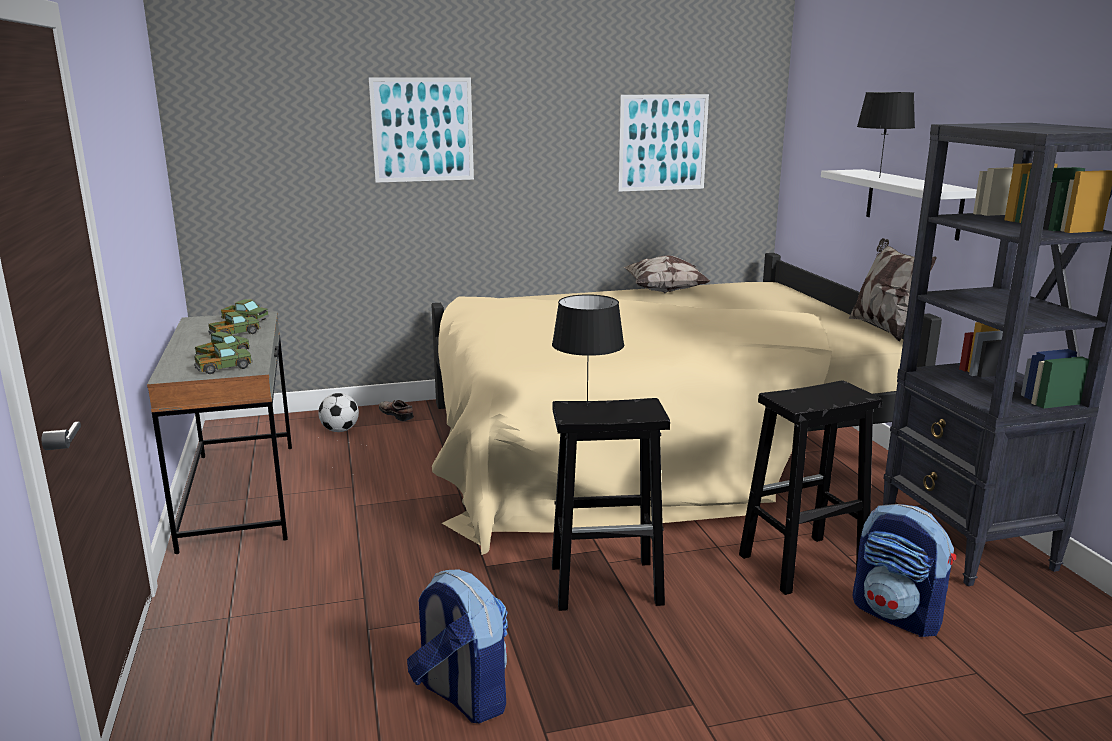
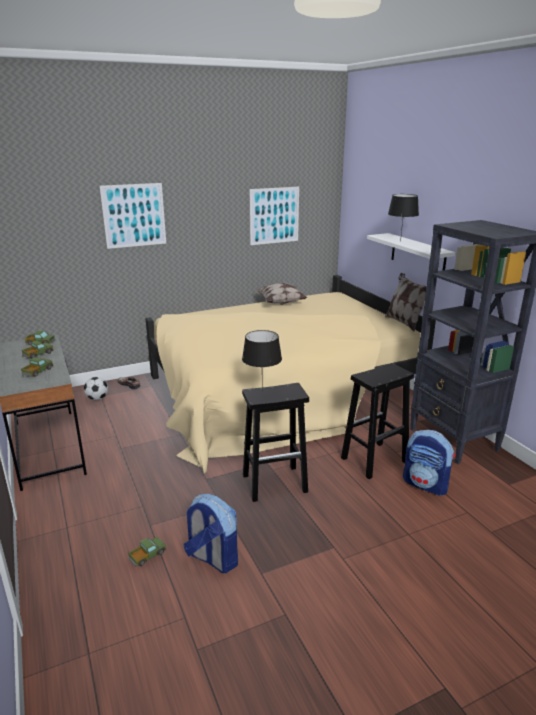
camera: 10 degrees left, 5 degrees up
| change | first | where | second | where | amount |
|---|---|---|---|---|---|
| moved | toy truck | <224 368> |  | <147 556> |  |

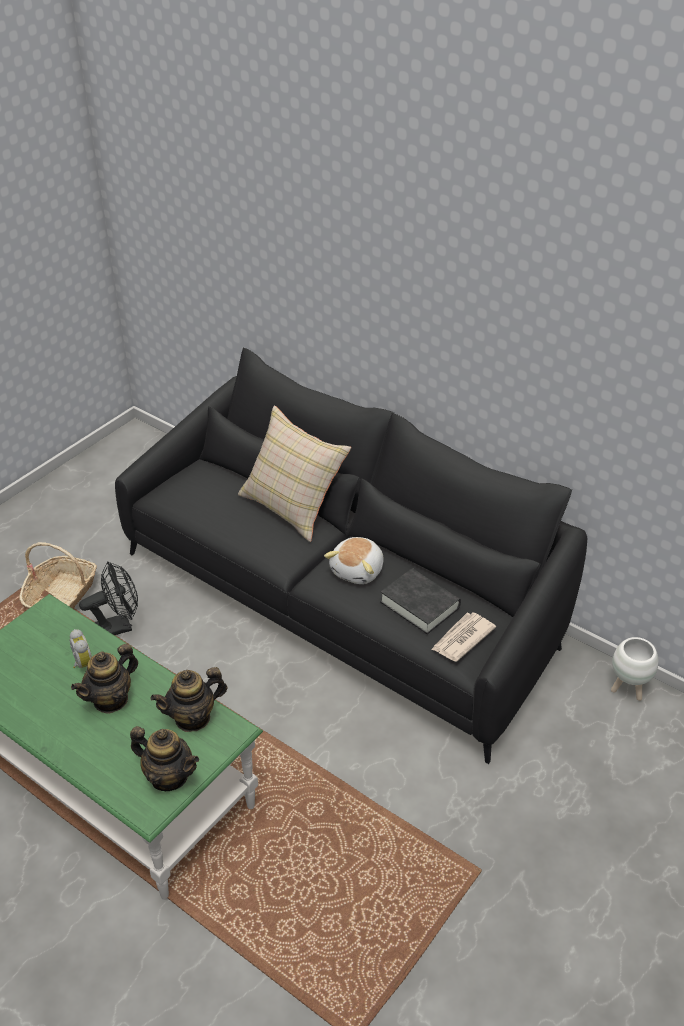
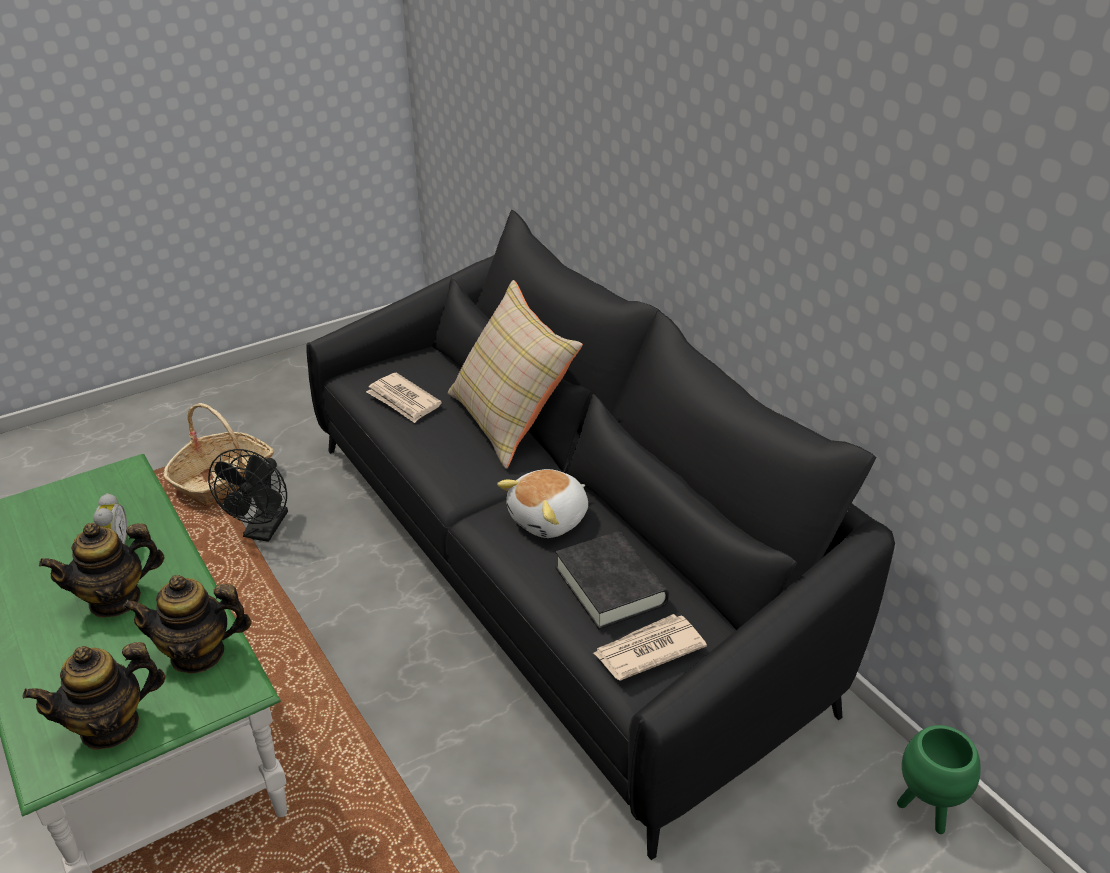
camera: 20 degrees right, 5 degrees down
| change | first | where | second | where | amount |
|---|---|---|---|---|---|
| turned | teapot | <169 776> |  | <110 726> | 105 degrees clockwise |
| turned | black fan | <118 626> |  | <263 531> | 105 degrees clockwise |
| added |  |  | newspaper | <403 401> |  |
| recoloured | white planter | <628 690> | green planter | <926 811> |  |

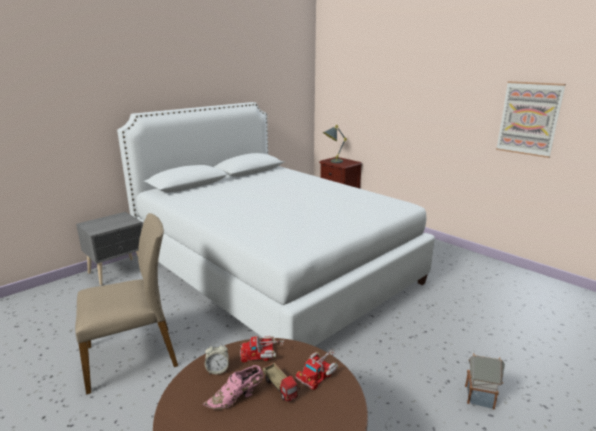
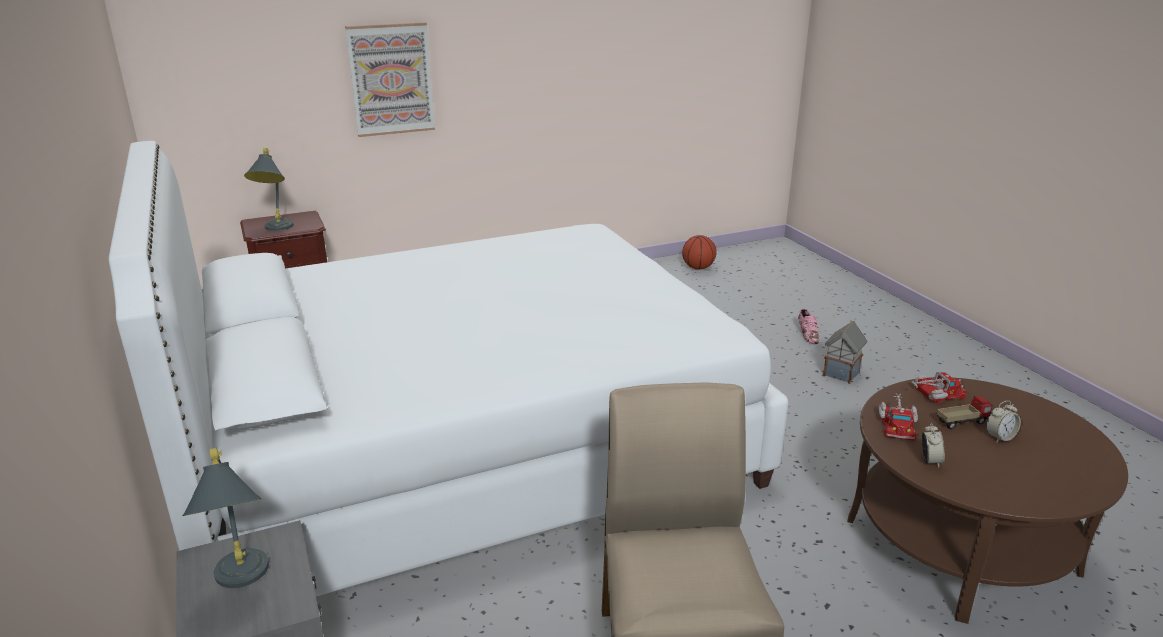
camera: 70 degrees left, 5 degrees up
| change | first | where | second | where | amount |
|---|---|---|---|---|---|
| added |  |  | grey table lamp | <241 583> |  |
| moved | picture | <529 118> |  | <391 79> |  |
| added |  |  | basketball | <698 268> |  |
| moved | pink shoe | <237 398> |  | <807 335> |  |
| turned | toy truck | <318 373> |  | <934 395> | 75 degrees counterclockwise |
| added |  |  | alarm clock | <999 437> |  |

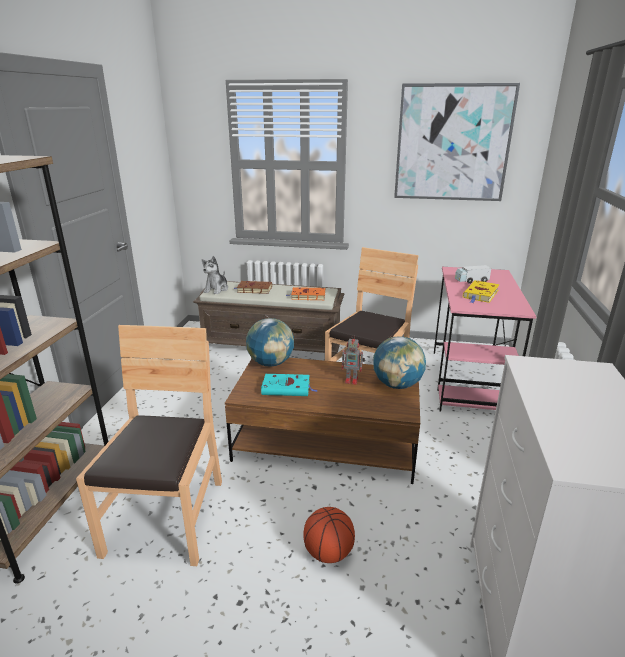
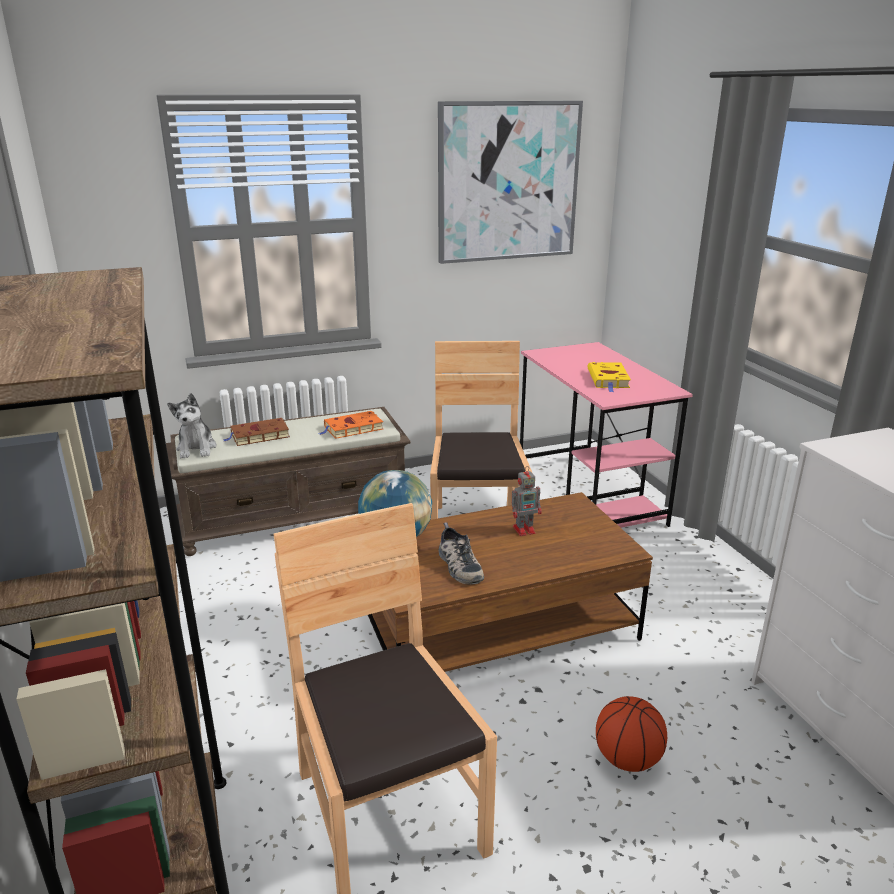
camera: 30 degrees left, 0 degrees up
| change | first | where | second | where | amount |
|---|---|---|---|---|---|
| replaced | turquoise book | <287 388> | shoe | <458 565> |  |
| removed | globe | <397 385> |  |  |  |
| removed | toy truck | <471 281> |  |  |  |

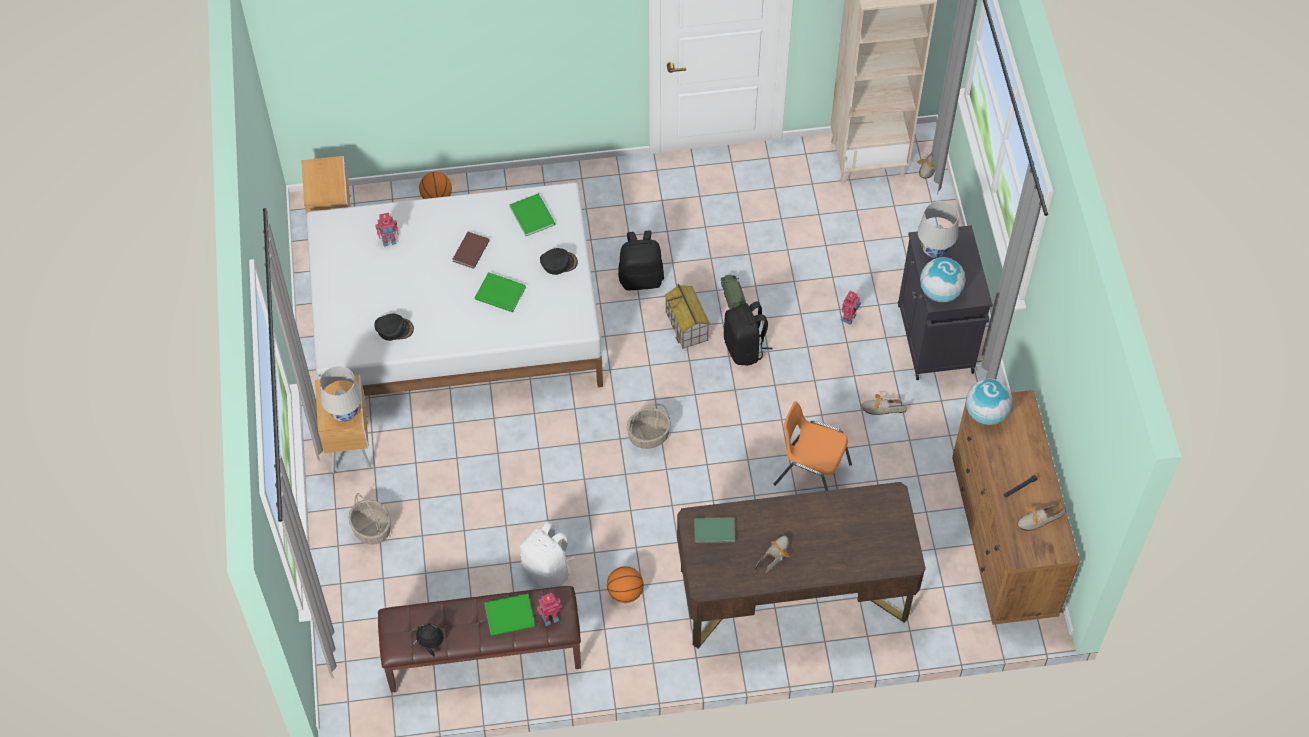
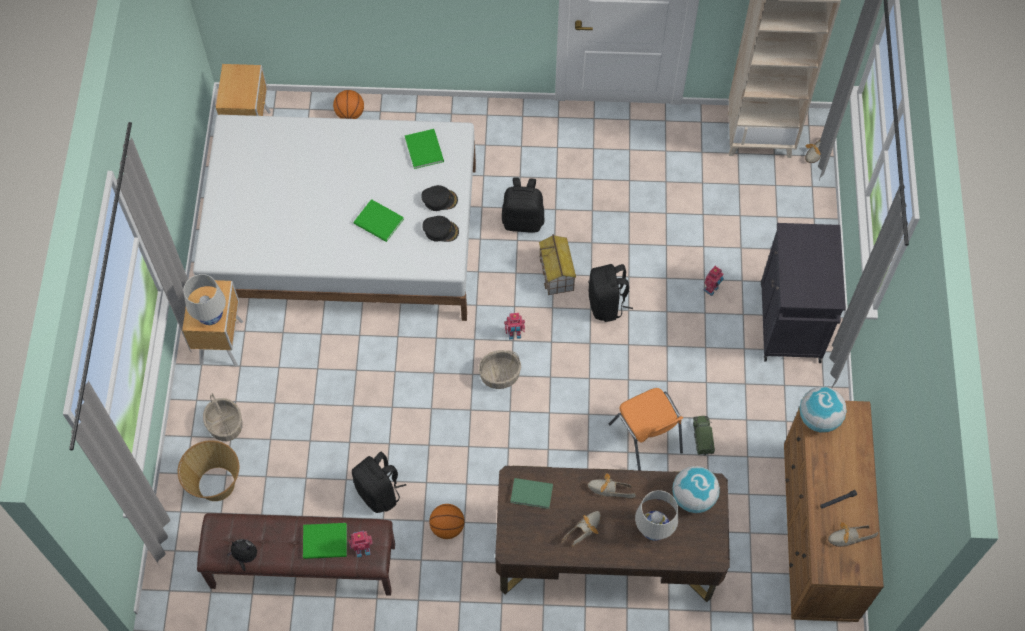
camera: 10 degrees right, 5 degrees up
| change | first | where | second | where | amount |
|---|---|---|---|---|---|
| added |  |  | basket | <215 484> |  |
| recoloured | white backpack | <547 570> | black backpack | <379 492> |  |
| moved | black cap | <394 329> |  | <440 230> |  |
| moved | toy robot | <389 241> |  | <514 335> |  |
| moved | shoe | <880 408> |  | <608 489> |  |
| turned | orange chair | <811 474> |  | <646 439> | 150 degrees counterclockwise |
| moved | white table lamp | <934 249> |  | <654 528> |  |
| moved | globe | <940 292> |  | <693 497> |  |
| moved | toy truck | <732 295> |  | <702 437> |  |
| removed | brown book | <470 251> |  |  |  |

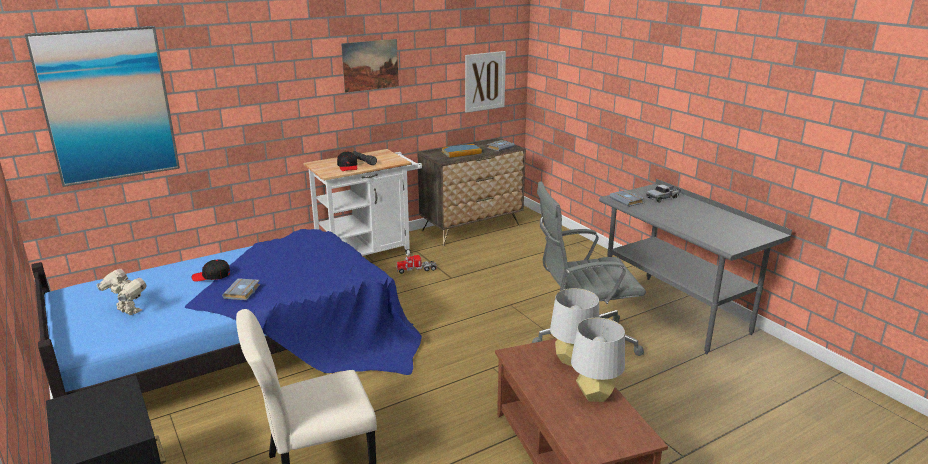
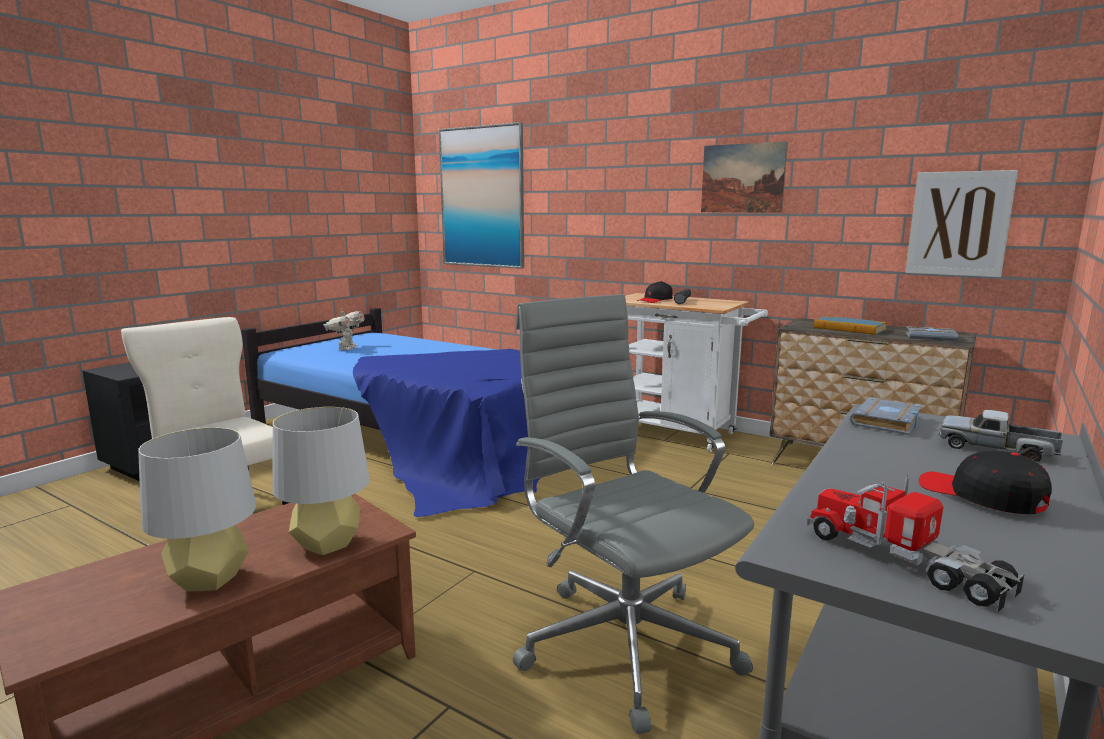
camera: 65 degrees right, 10 degrees down
| change | first | where | second | where | amount |
|---|---|---|---|---|---|
| moved | toy truck | <416 269> |  | <905 561> |  |
| moved | black cap | <211 276> |  | <981 496> |  |
| removed | grey book | <243 292> |  |  |  |

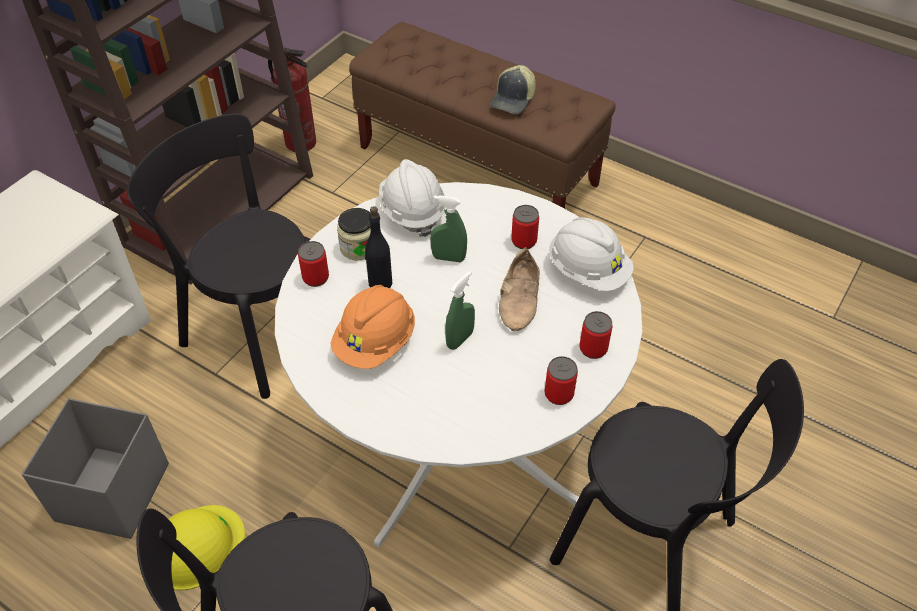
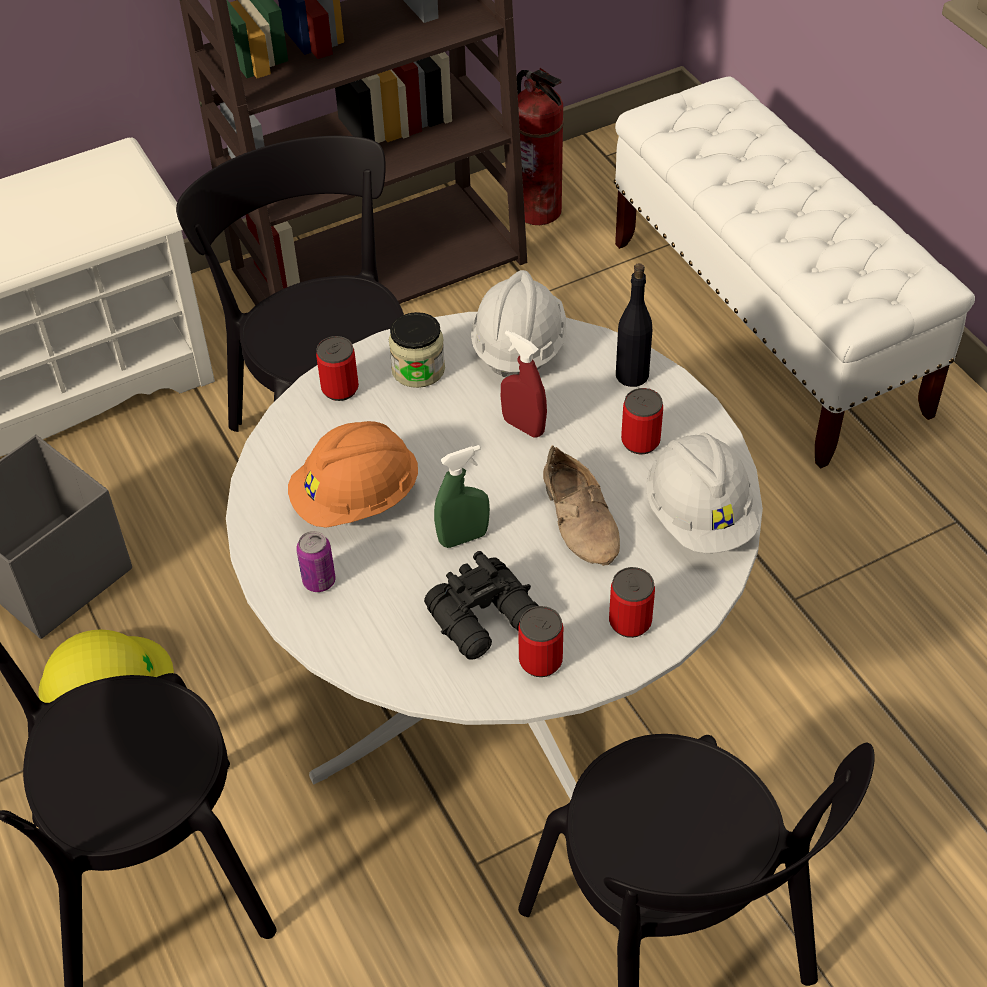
camera: 30 degrees right, 0 degrees up
| change | first | where | second | where | amount |
|---|---|---|---|---|---|
| added |  |  | can | <319 581> |  |
| added |  |  | black binoculars | <486 618> |  |
| recoloured | green spray bottle | <448 258> | red spray bottle | <523 426> |  |
| turned | beige shoe | <522 299> |  | <582 518> | 60 degrees counterclockwise |
| recoloured | brown bench | <478 167> | white bench | <766 328> |  |
| moved | black bottle | <380 283> |  | <631 375> |  |
| removed | cap | <514 99> |  |  |  |

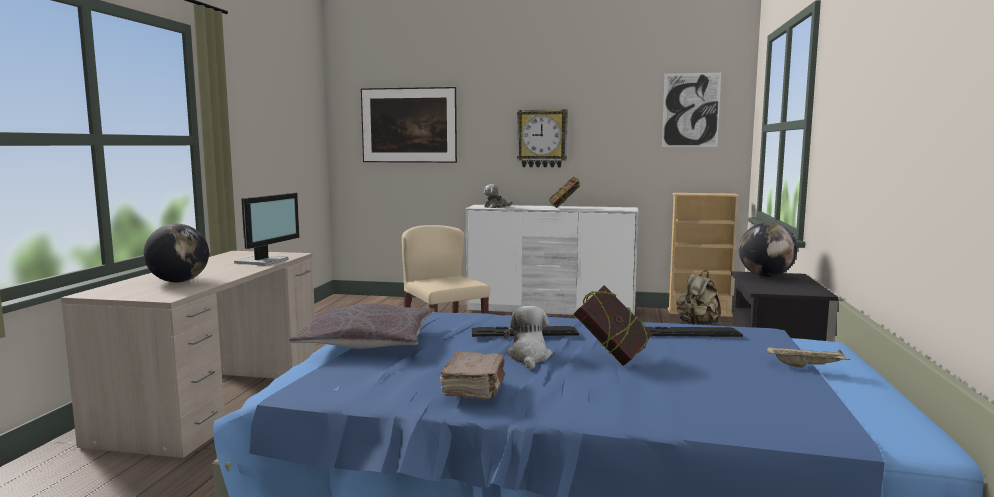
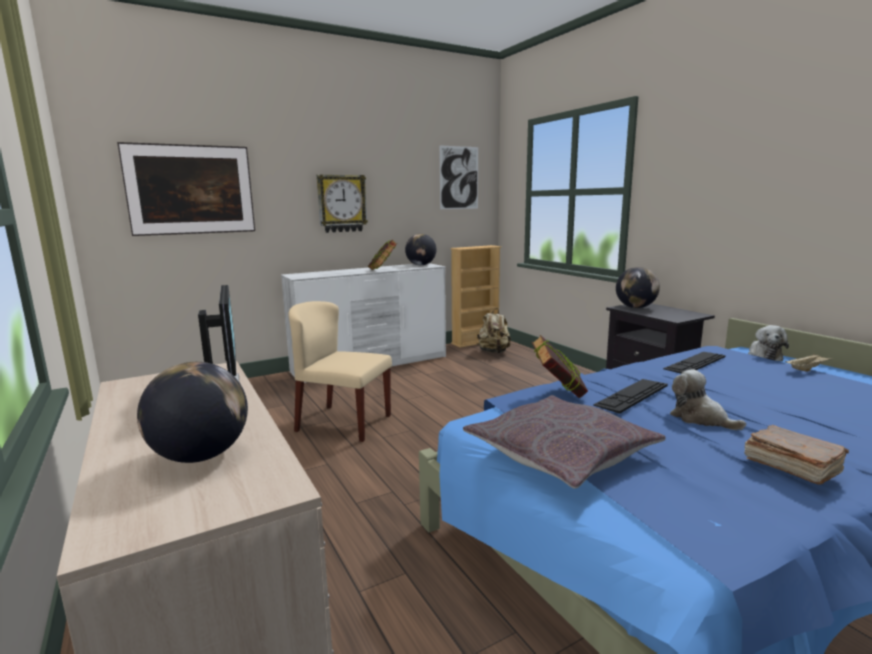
camera: 40 degrees left, 5 degrees up
| change | first | where | second | where | amount |
|---|---|---|---|---|---|
| added |  |  | globe | <421 265> |  |
| moved | book | <612 357> |  | <558 393> |  |
| moved | plush toy | <496 207> |  | <764 355> |  |

